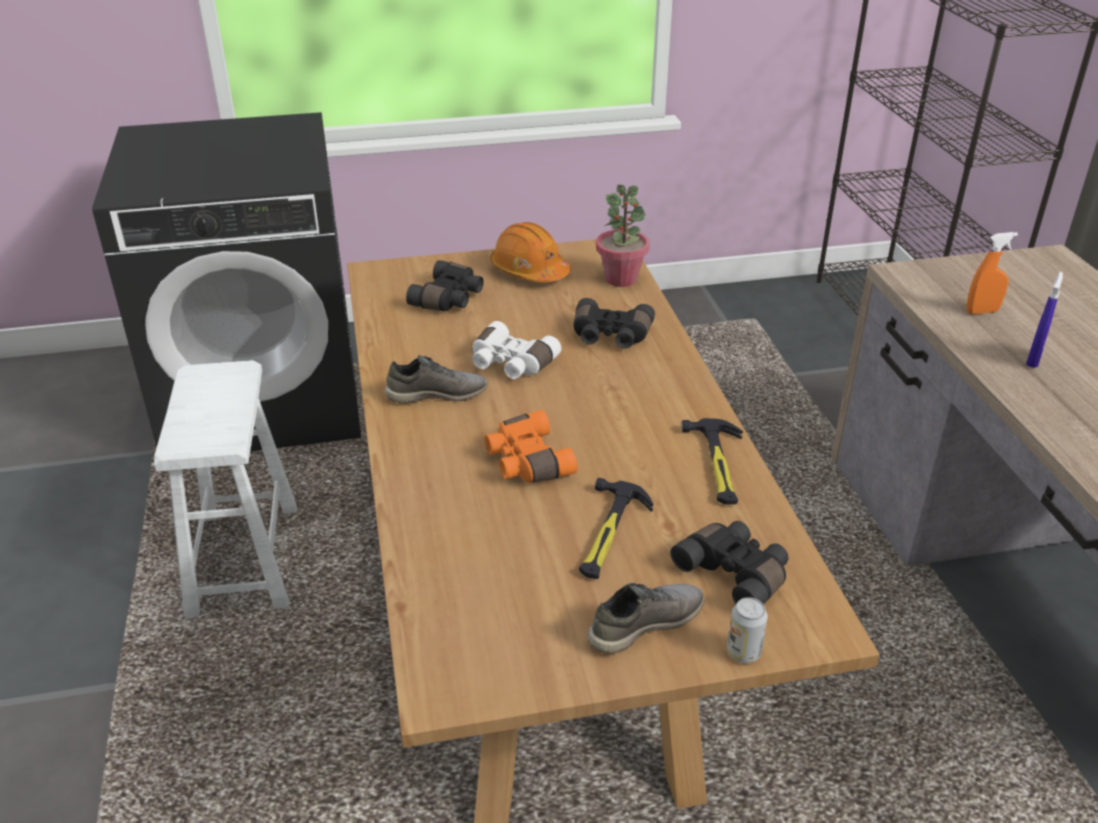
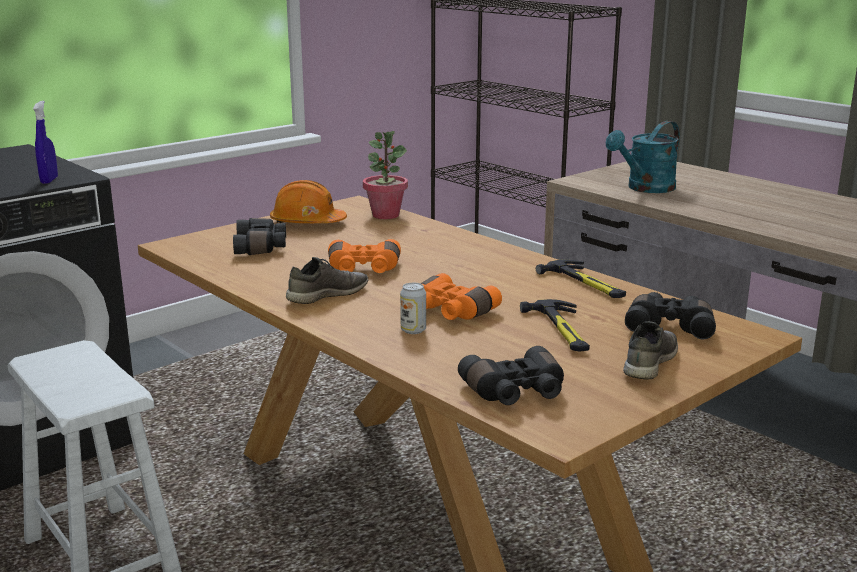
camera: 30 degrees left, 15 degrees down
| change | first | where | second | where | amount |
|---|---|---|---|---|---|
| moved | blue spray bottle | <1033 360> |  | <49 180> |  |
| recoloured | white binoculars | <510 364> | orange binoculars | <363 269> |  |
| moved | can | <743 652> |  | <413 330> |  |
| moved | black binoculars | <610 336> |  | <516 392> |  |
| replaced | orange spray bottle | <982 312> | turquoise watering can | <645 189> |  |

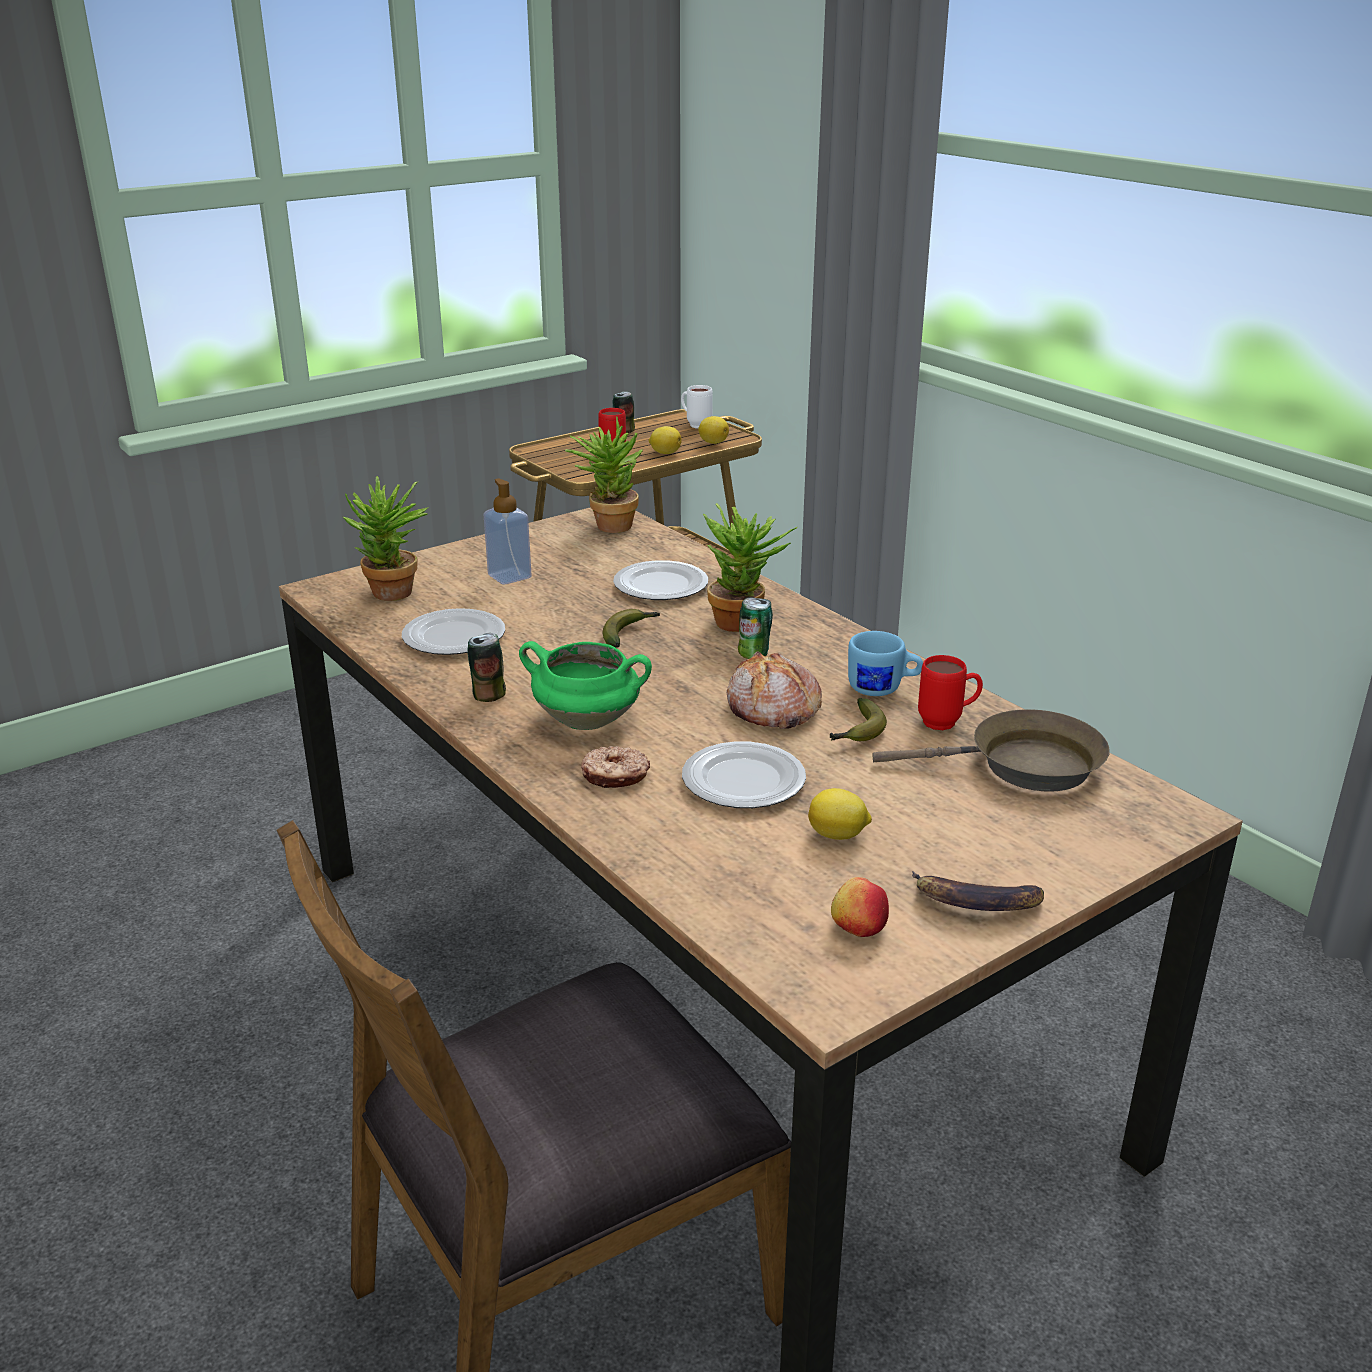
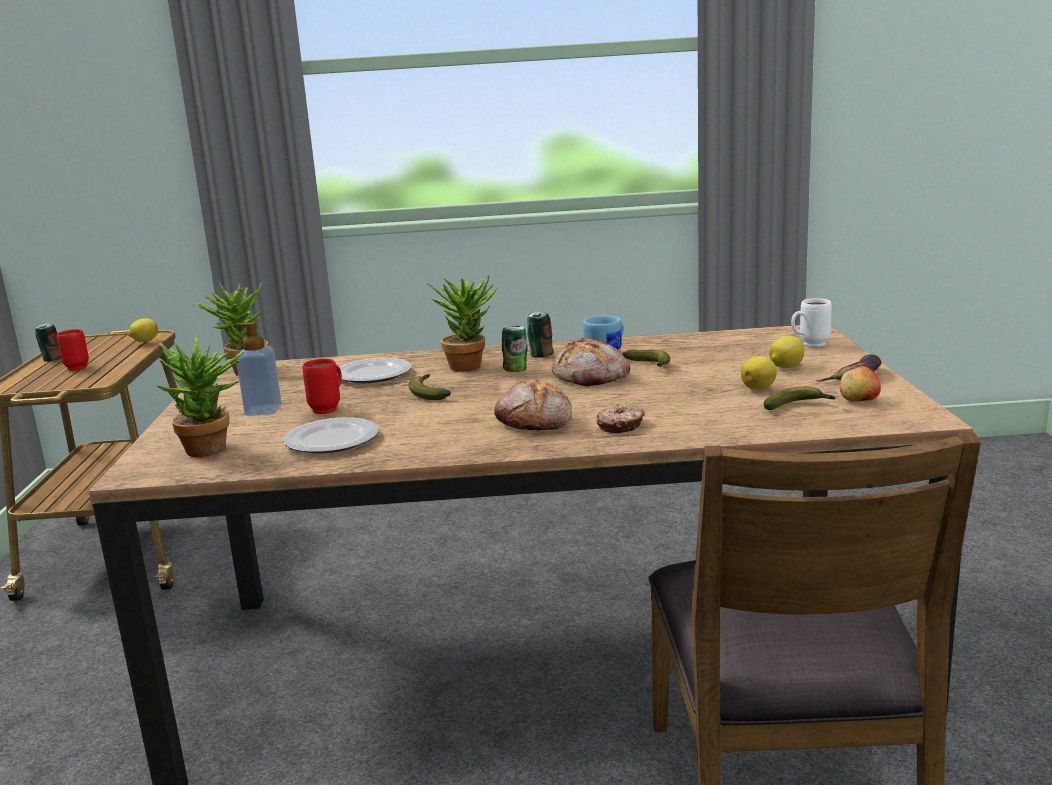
camera: 55 degrees left, 10 degrees down
| change | first | where | second | where | amount |
|---|---|---|---|---|---|
| moved | red mug | <948 723> |  | <329 408> |  |
| replaced | green cooking pot | <589 721> | bread | <535 421> |  |
| moved | can | <489 695> |  | <540 355> |  |
| added |  |  | banana | <798 406> |  |
| moved | lemon | <664 453> |  | <785 367> |  |
| moved | white mug | <695 425> |  | <809 345> |  |
| removed | plate | <744 782> |  |  |  |
| removed | brown frying pan | <1024 766> |  |  |  |

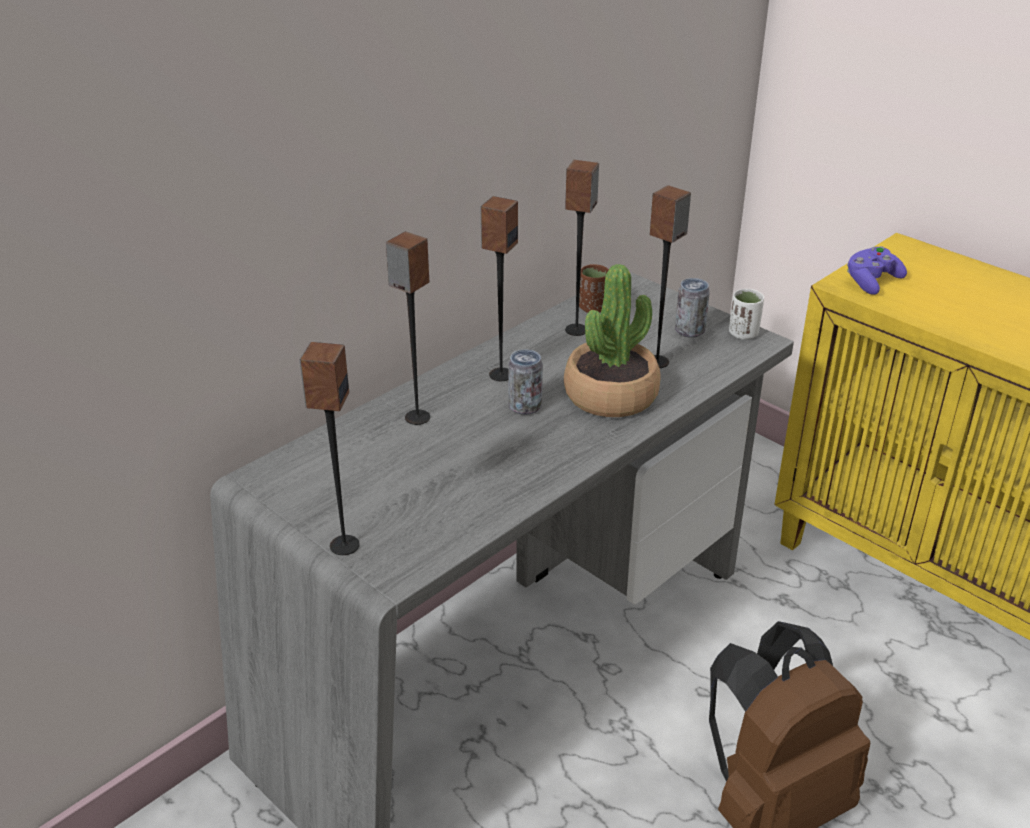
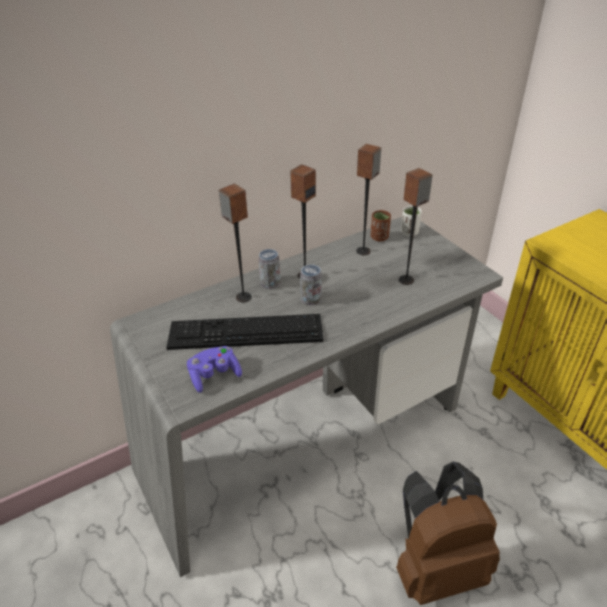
camera: 15 degrees right, 5 degrees up
| change | first | where | second | where | amount |
|---|---|---|---|---|---|
| added |  |  | keyboard | <246 331> |  |
| moved | purple game controller | <871 282> |  | <214 375> |  |
| moved | can | <689 330> |  | <270 283> |  |
| moved | white cup | <743 334> |  | <409 233> |  |
| removed | speaker | <344 545> |  |  |  |
| removed | potted plant | <611 395> |  |  |  |

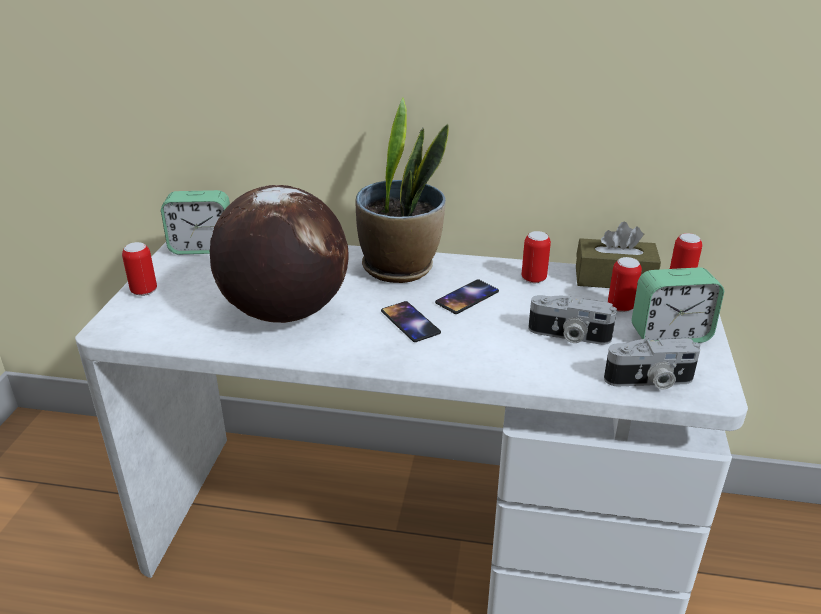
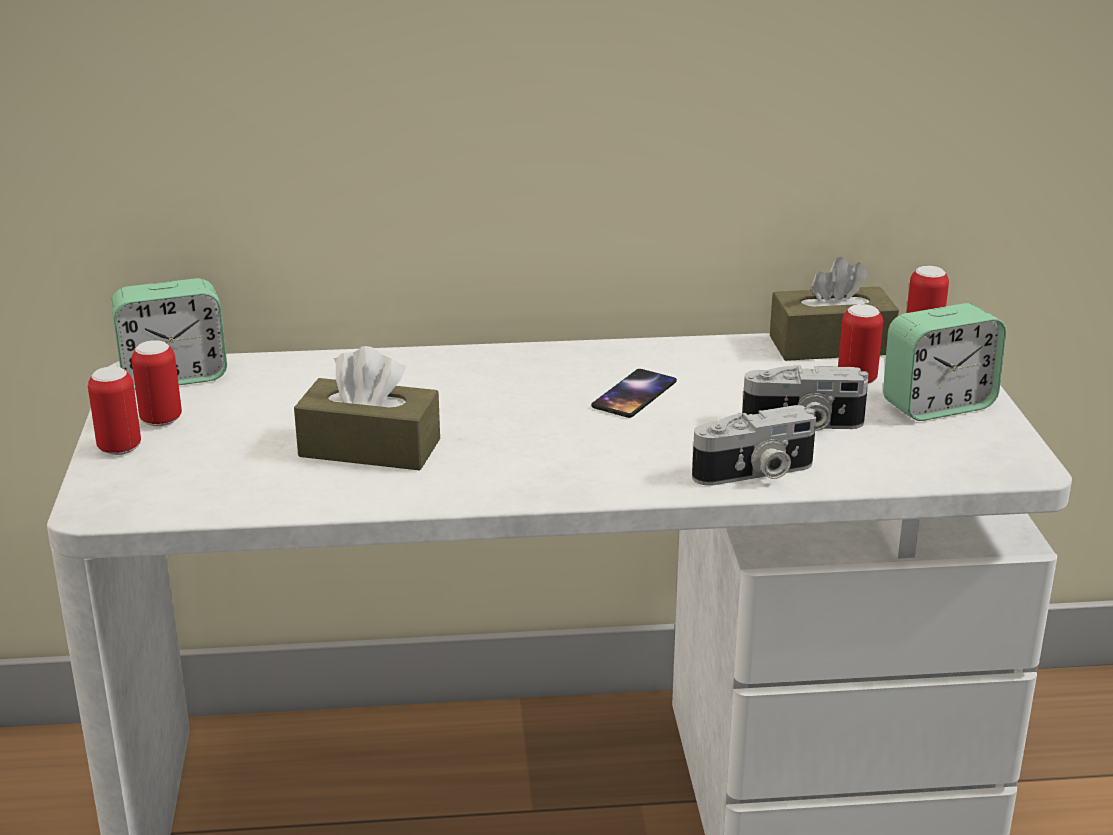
camera: 15 degrees left, 5 degrees down
| change | first | where | second | where | amount |
|---|---|---|---|---|---|
| moved | can | <533 279> |  | <161 419> |  |
| replaced | globe | <284 312> | brown tissue box | <369 448> |  |
| moved | photo camera | <649 381> |  | <755 473> |  |
| removed | potted plant | <400 267> |  |  |  |
| removed | phone | <410 322> |  |  |  |

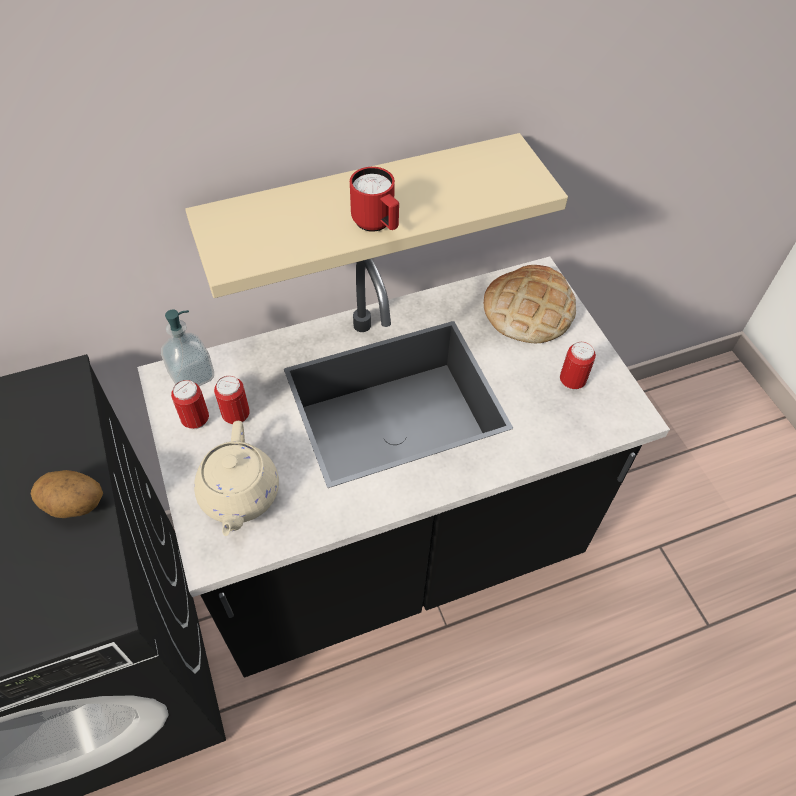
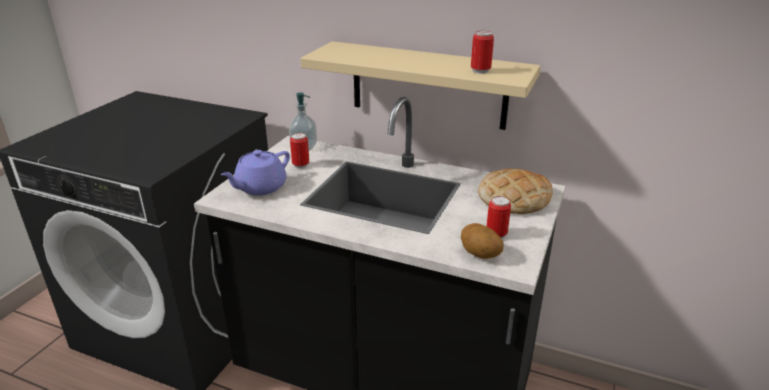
camera: 45 degrees right, 25 degrees down
| change | first | where | second | where | amount |
|---|---|---|---|---|---|
| recoloured | beige teapot | <239 496> | purple teapot | <260 187> |  |
| moved | potato | <74 506> |  | <479 255> |  |
| moved | can | <195 420> |  | <480 71> |  |
| removed | red mug | <377 225> |  |  |  |

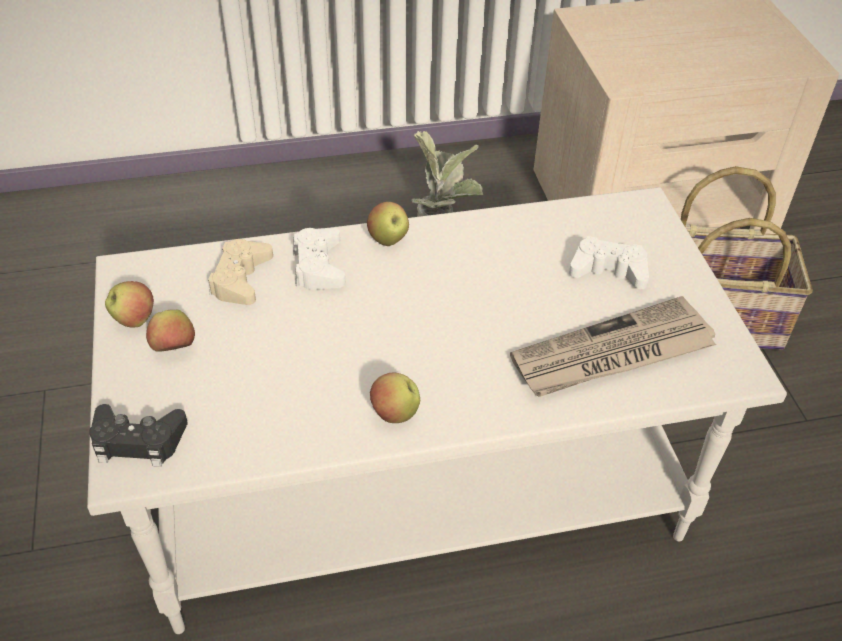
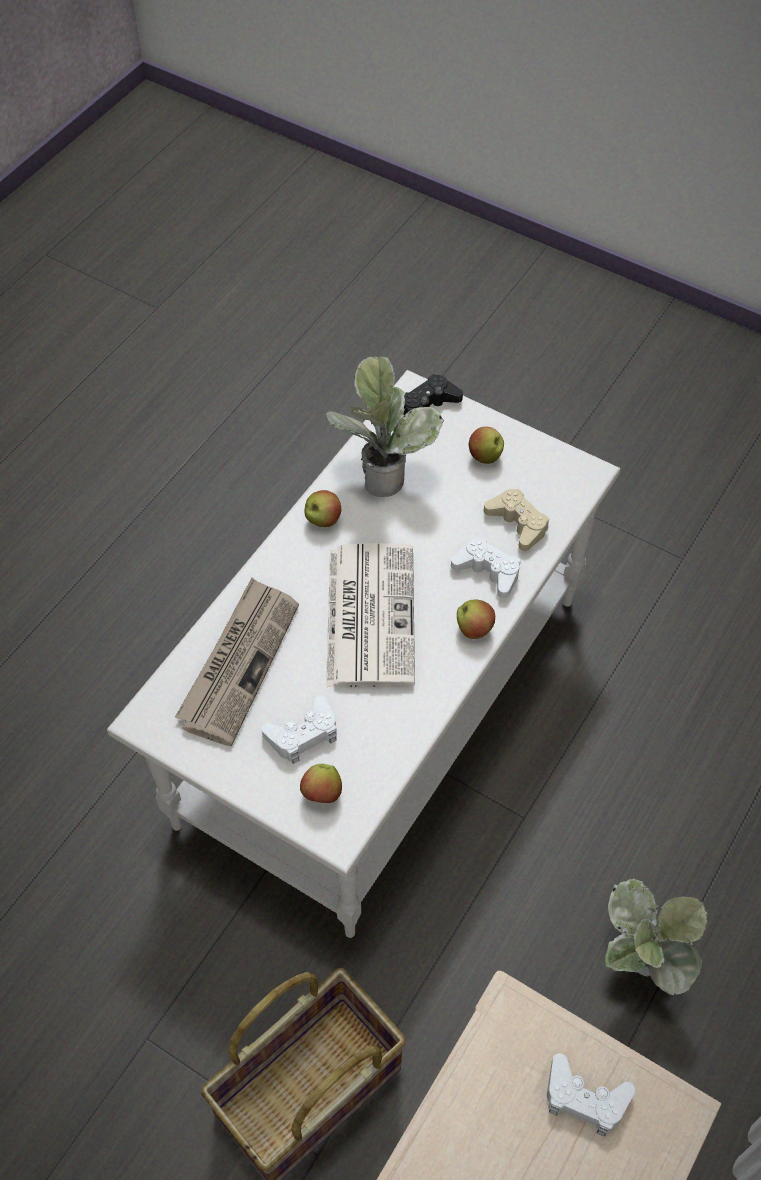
camera: 135 degrees right, 10 degrees up
| change | first | where | second | where | amount |
|---|---|---|---|---|---|
| moved | apple | <134 320> |  | <322 794> |  |
| added |  |  | potted plant | <382 472> |  |
| added |  |  | newspaper | <369 614> |  |
| added |  |  | white game controller | <585 1098> |  |

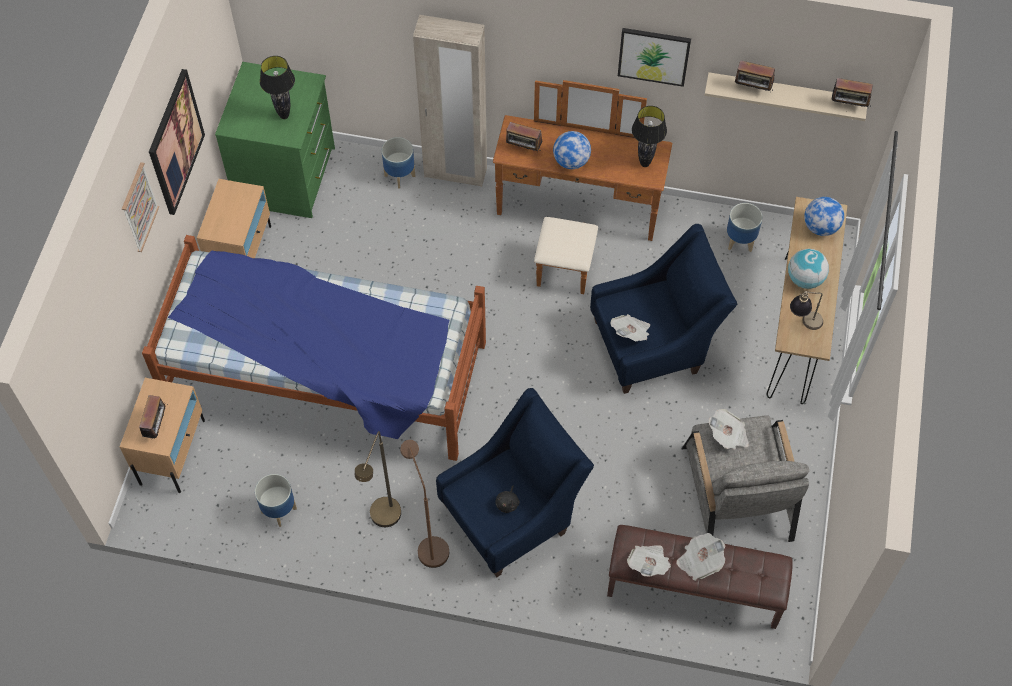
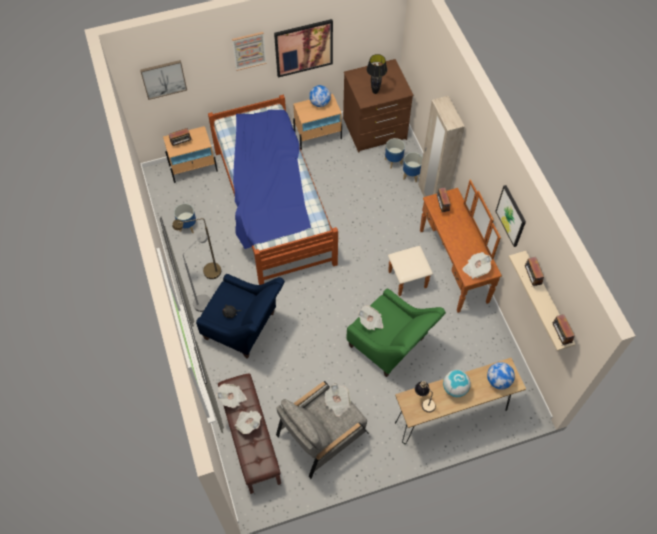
camera: 60 degrees right, 0 degrees up
| change | first | where | second | where | amount |
|---|---|---|---|---|---|
| added |  |  | picture | <163 79> |  |
| recoloured | brown floor lamp | <429 545> | grey floor lamp | <205 299> |  |
| moved | globe | <571 161> |  | <320 103> |  |
| recoloured | green dresser | <287 176> | brown dresser | <375 129> |  |
| recoloured | blue armchair | <654 344> | green armchair | <390 346> |  |
| moved | planter | <740 241> |  | <393 162> |  |
| replaced | black table lamp | <645 164> | newspaper | <475 269> |  |

